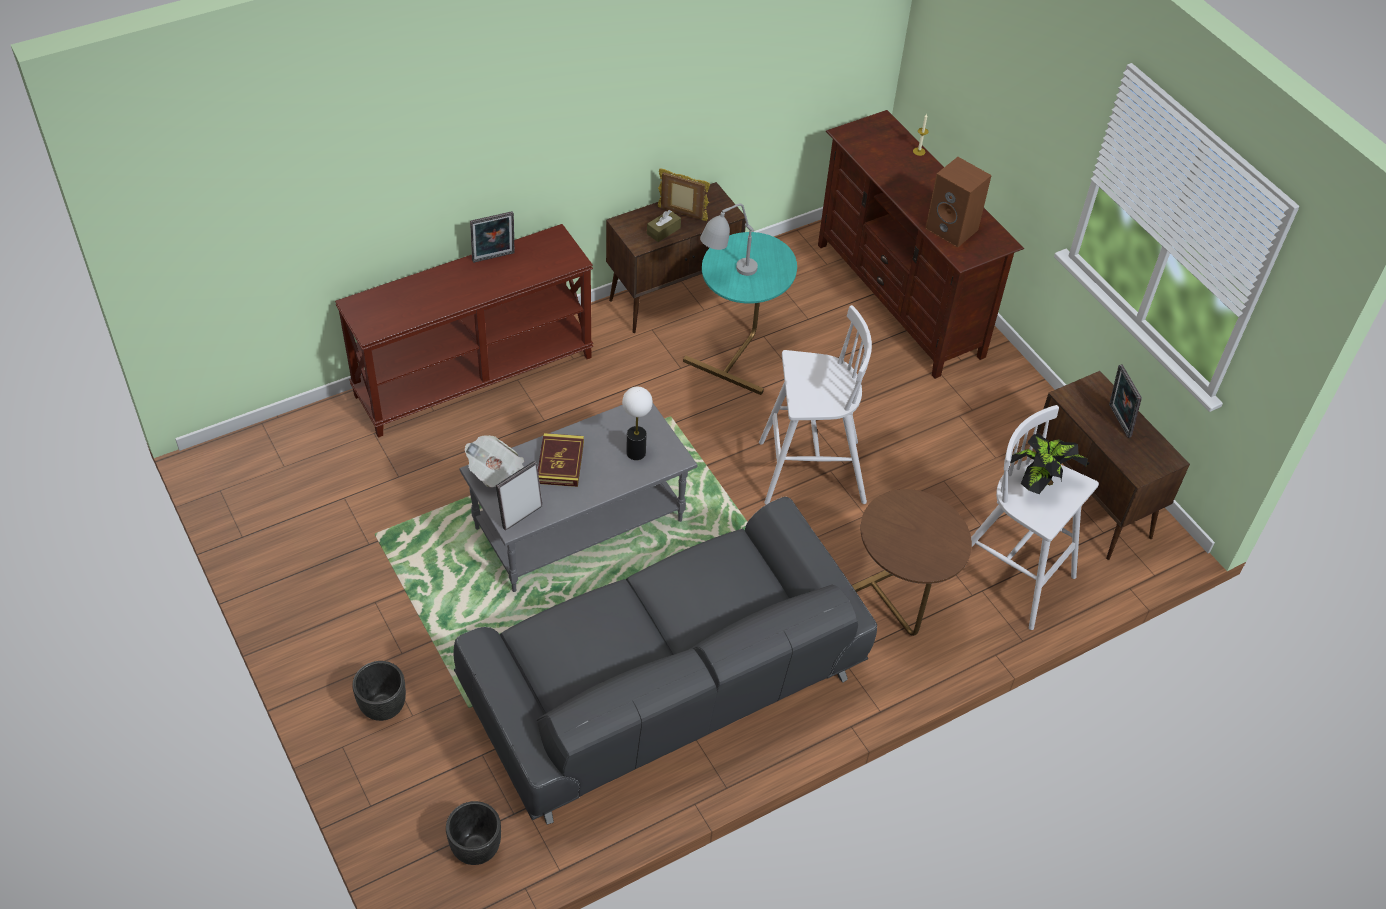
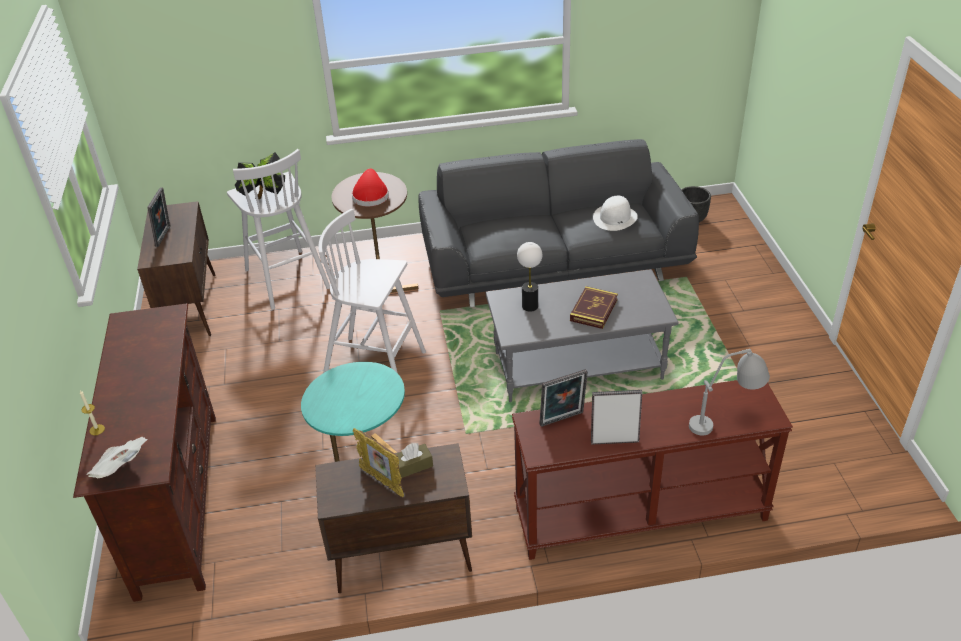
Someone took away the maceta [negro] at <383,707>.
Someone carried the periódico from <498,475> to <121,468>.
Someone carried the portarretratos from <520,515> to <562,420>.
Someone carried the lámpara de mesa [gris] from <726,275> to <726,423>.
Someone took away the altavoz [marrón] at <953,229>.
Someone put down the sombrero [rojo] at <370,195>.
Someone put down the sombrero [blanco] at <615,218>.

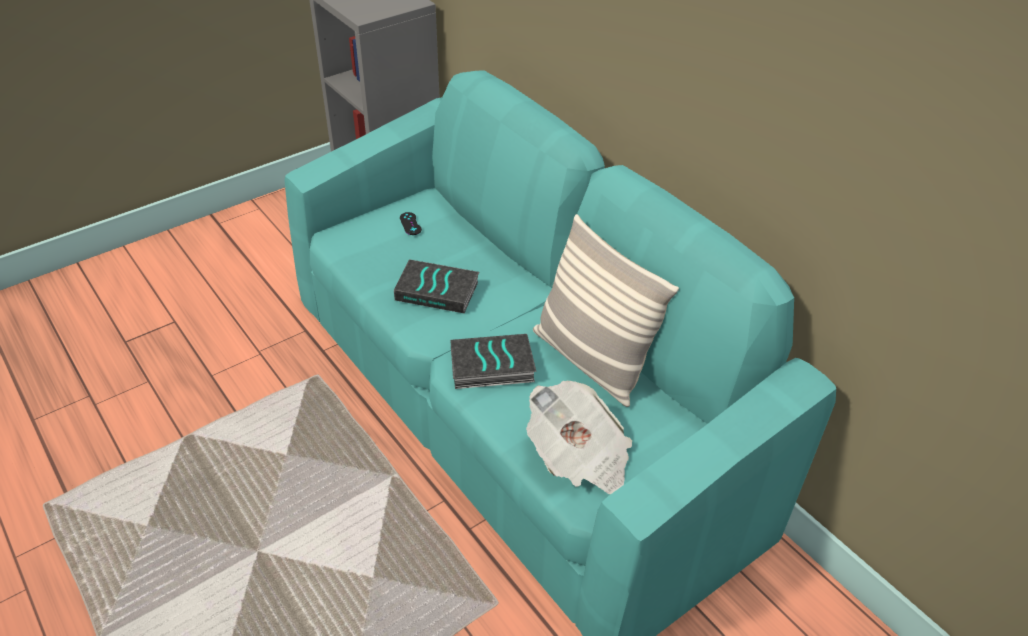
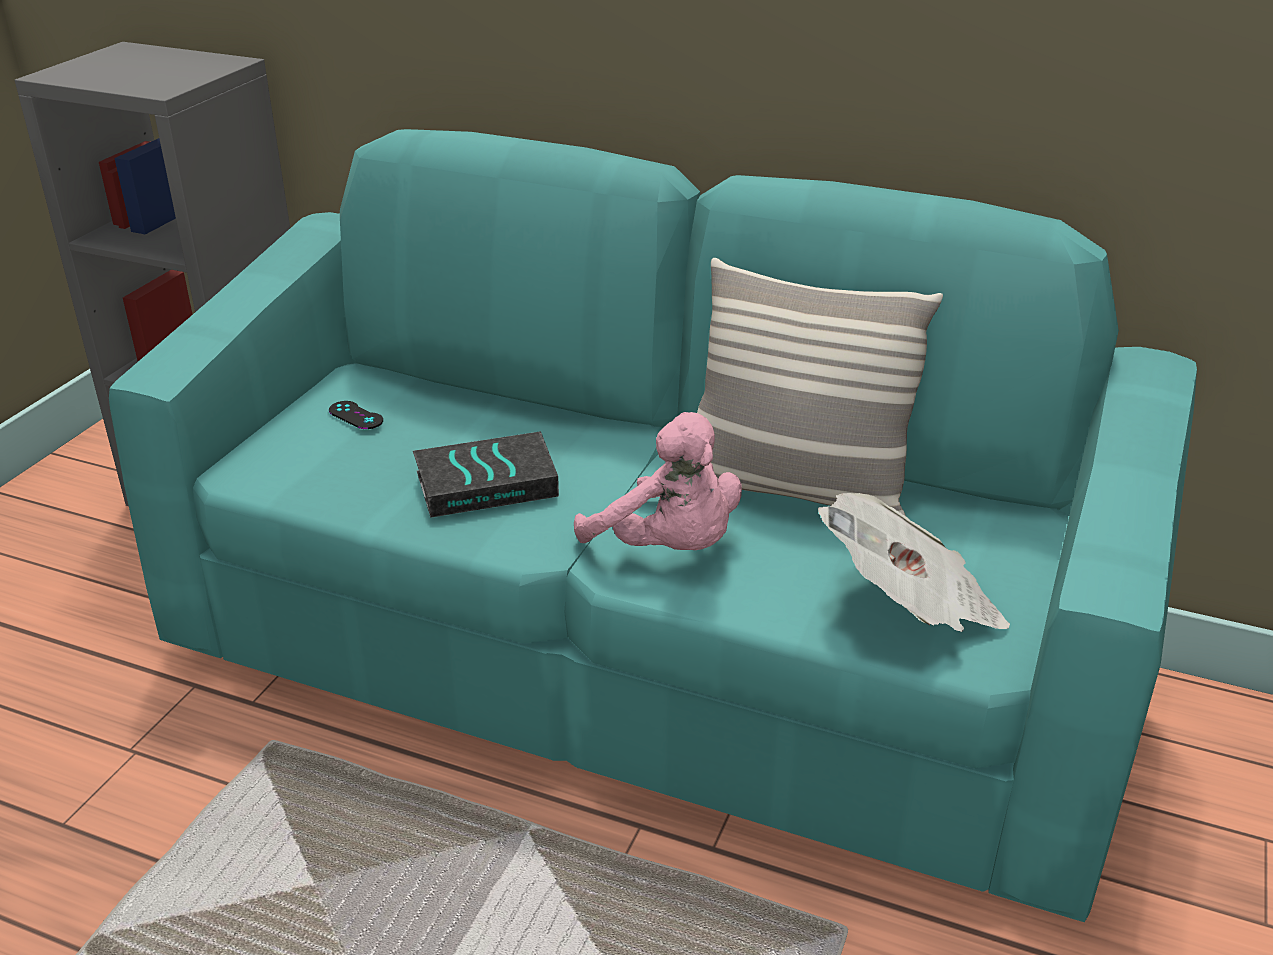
Someone swapped the libro at <491,367> for the peluche [rosa] at <668,548>.

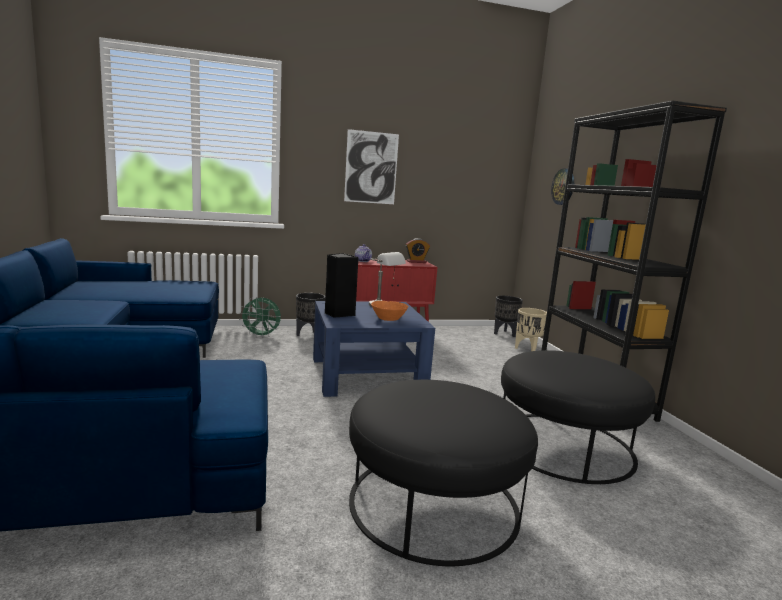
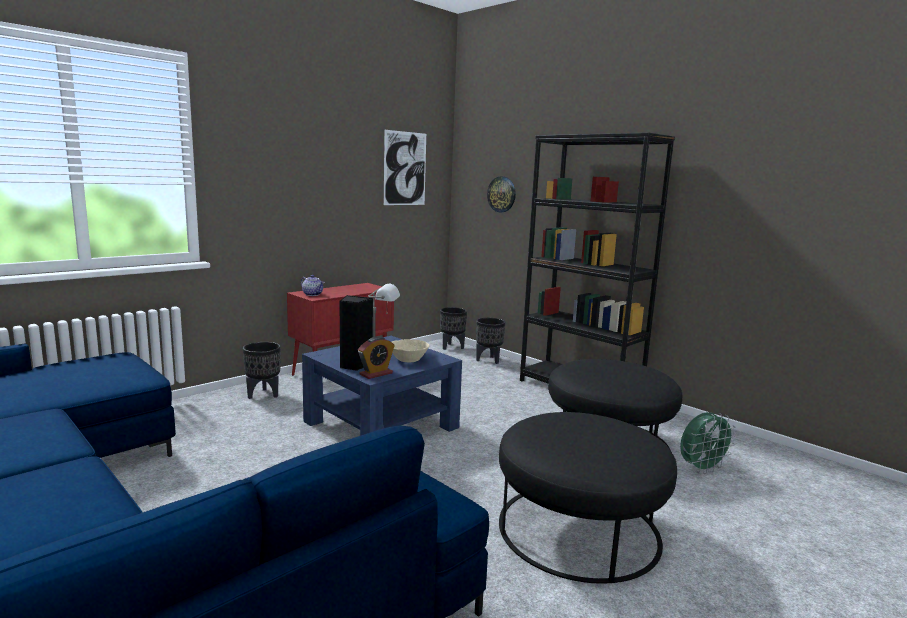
Someone carried the ventilador [verde] from <261,336> to <701,469>.
Someone carried the cuadro from <371,167> to <405,168>.
Someone repainted the cuenco [naranja] at <389,319>, which became the cuenco [beis] at <409,359>.
Someone carried the despertador from <416,262> to <376,374>.
Someone repainted the maceta [beis] at <527,350>, which became the maceta [negro] at <488,360>.

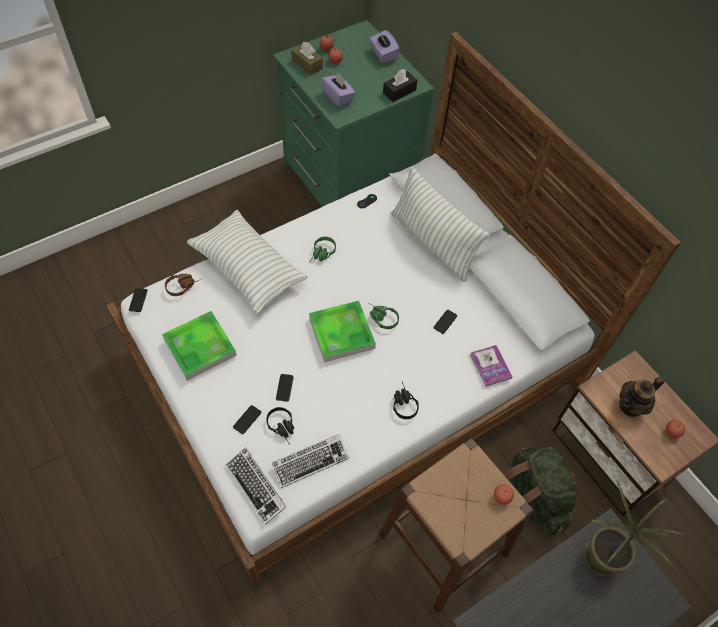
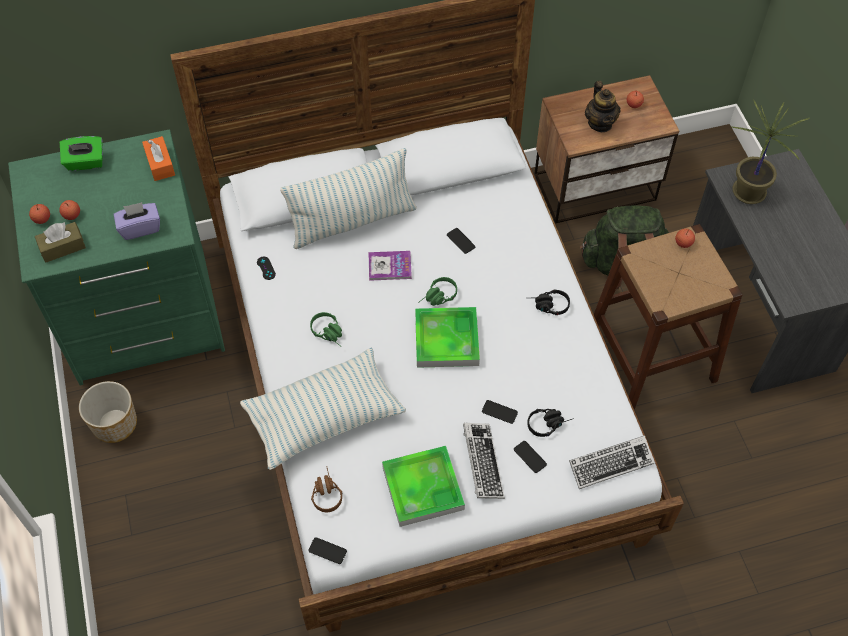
Someone carried the teclado from <310,462> to <482,463>.
Someone repainted the caja de pañuelos [morado] at <383,54>, which became the caja de pañuelos [verde] at <85,162>.
Someone repainted the caja de pañuelos [negro] at <399,91>, which became the caja de pañuelos [naranja] at <160,164>.
Someone carried the libro from <490,366> to <390,266>.
Someone put down the maceta at <114,423>.

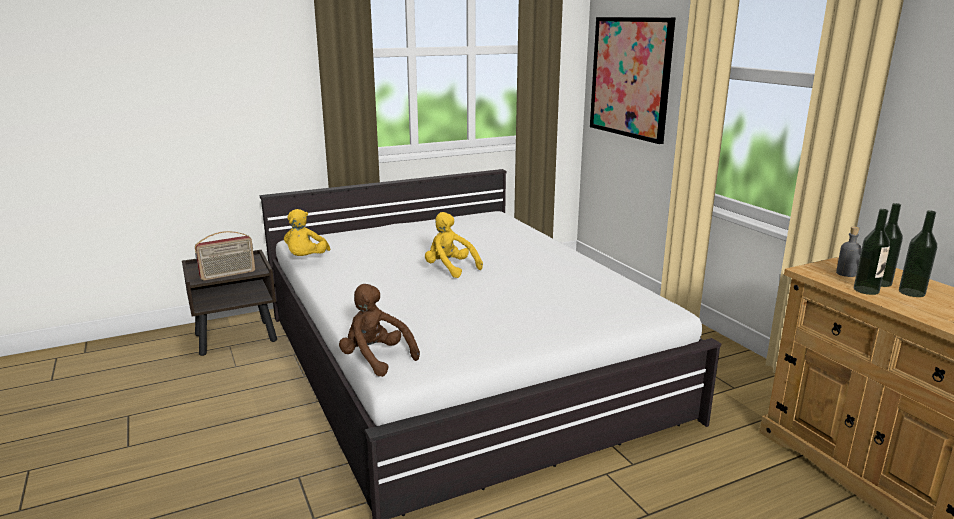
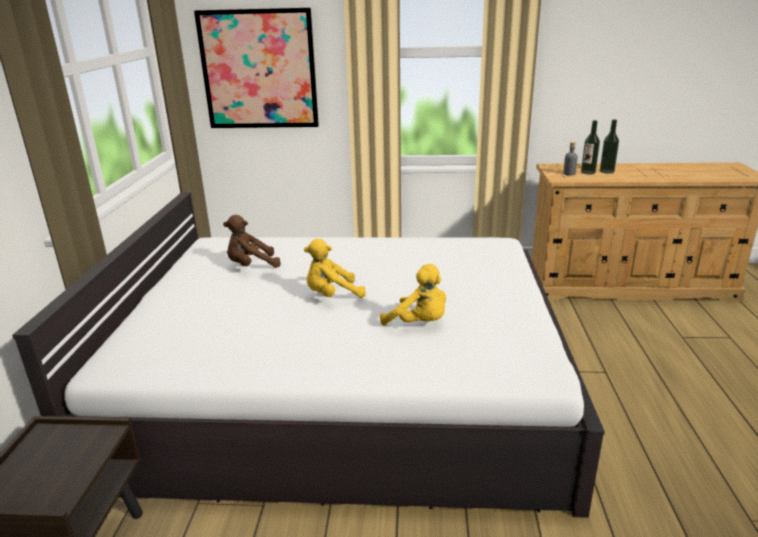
Someone took away the radio at <228,275>.
Someone carried the peluche [amarillo] from <306,259> to <419,323>.
Someone carried the peluche [marrón] from <376,359> to <251,266>.
Someone took away the botella at <866,290>.

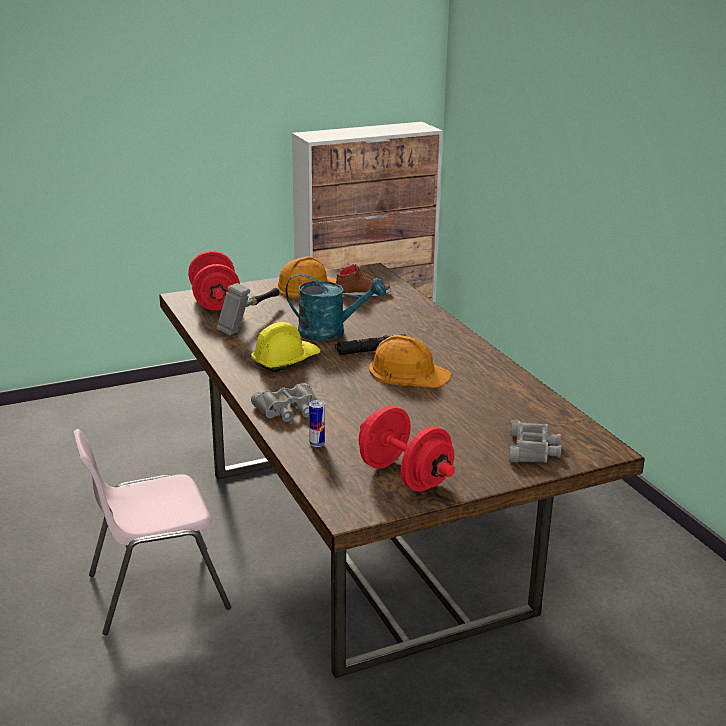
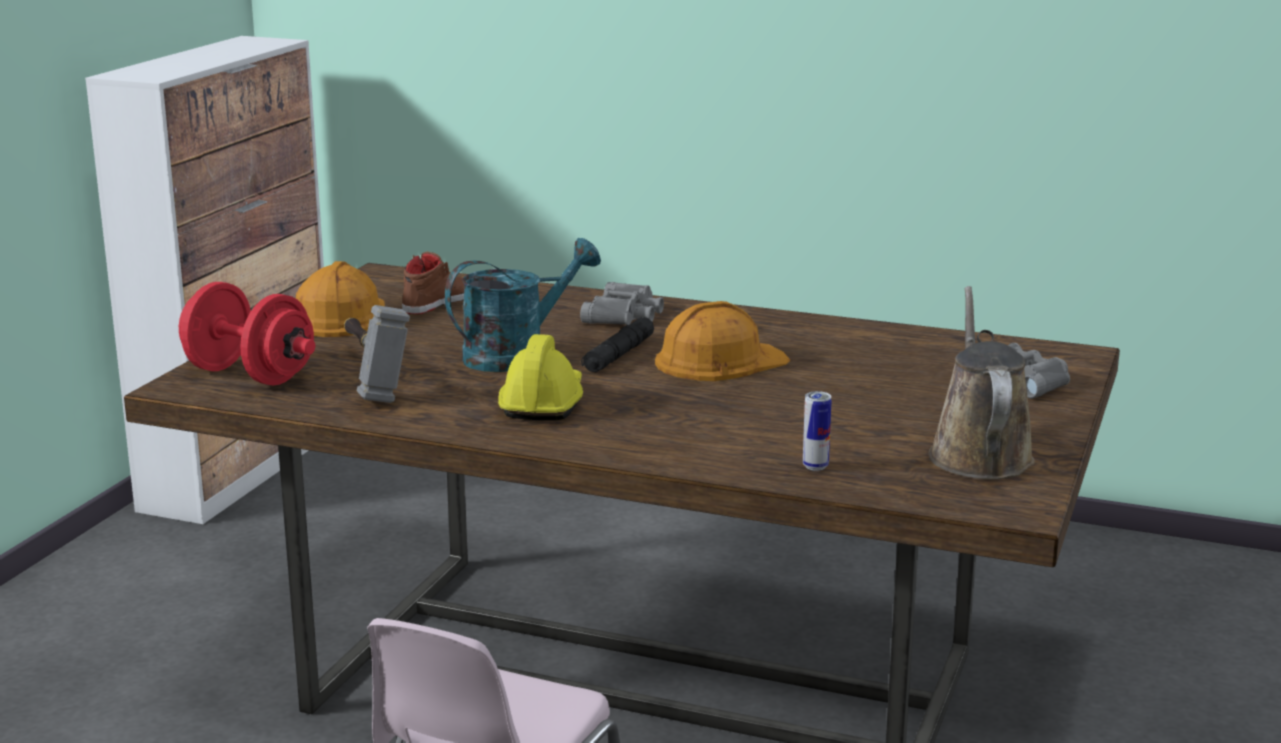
Someone carried the prismáticos [gris] from <288,409> to <624,315>.
Someone swapped the mancuerna [rojo] at <404,476> for the regadera [marrón] at <978,454>.

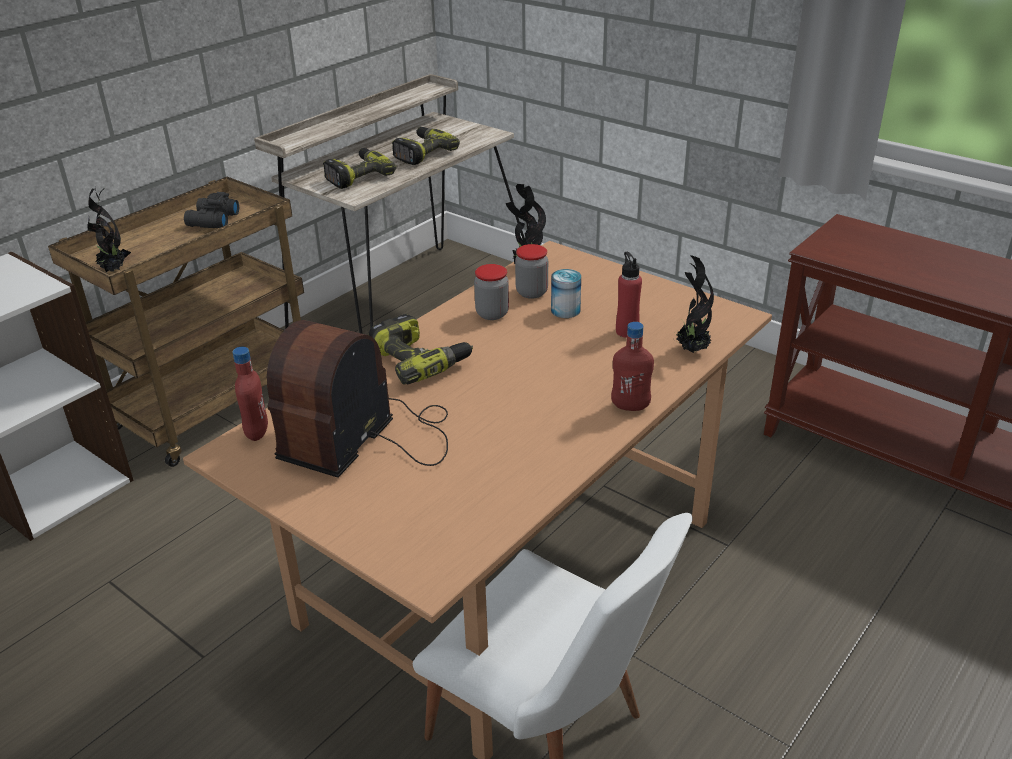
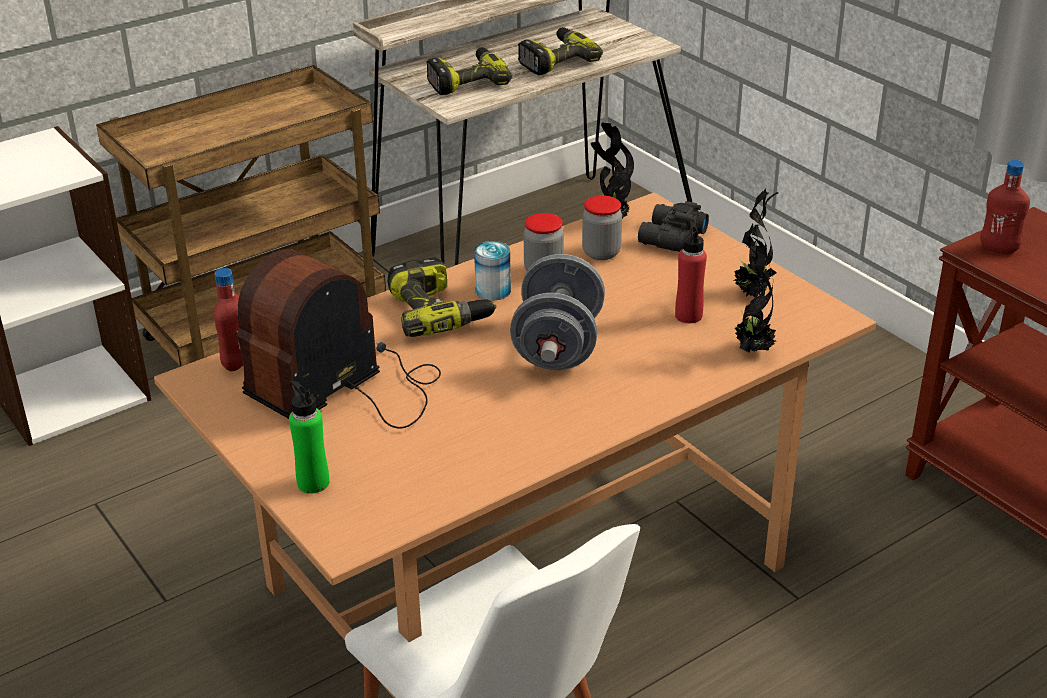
Someone carried the planta en maceta from <114,270> to <752,294>.
Someone carried the prismáticos [negro] from <211,221> to <670,238>.
Someone carried the lata from <565,310> to <493,291>.
Someone carried the botella [rojo] from <630,406> to <998,249>.
Someone put down the botella [verde] at <313,483>.
Someone put down the mancuerna [gris] at <558,346>.

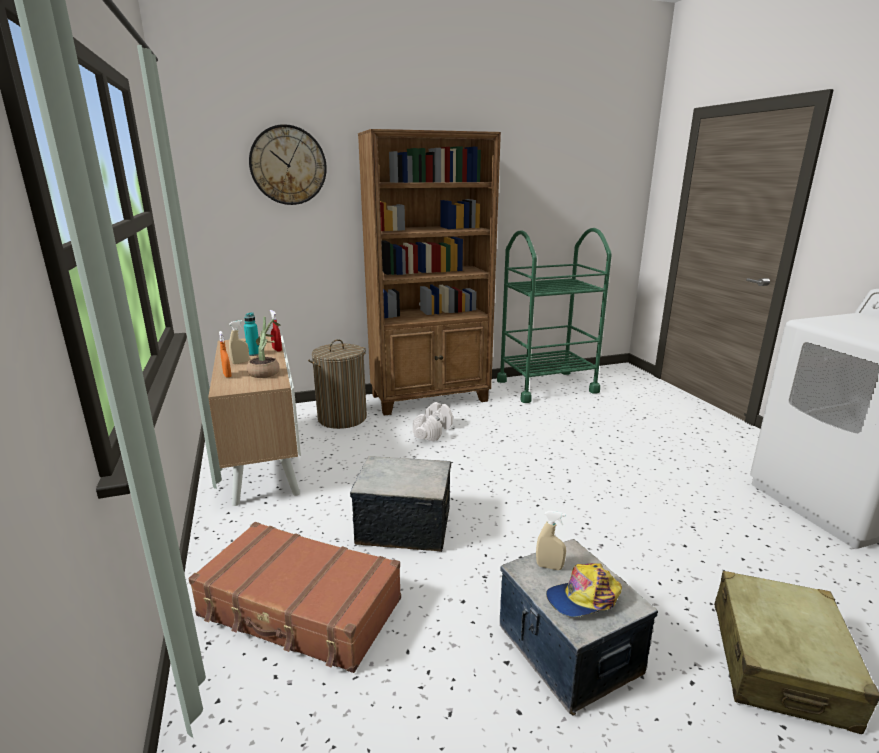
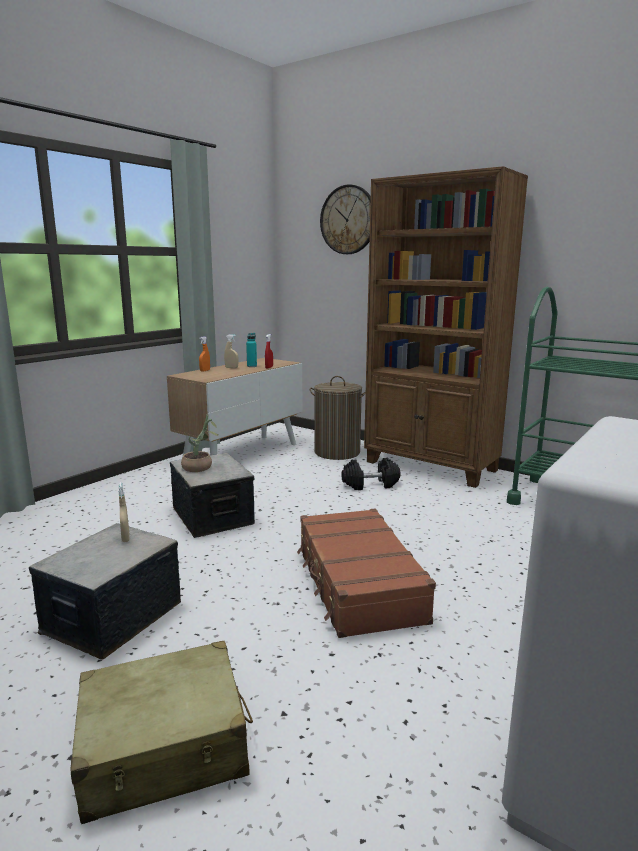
Someone carried the maleta [marrón] from <300,609> to <358,584>.
Someone carried the planta en maceta from <266,372> to <201,467>.
Someone repainted the mancuerna [blanco] at <433,432>, which became the mancuerna [negro] at <370,485>.
Someone took away the gorra at <583,598>.

